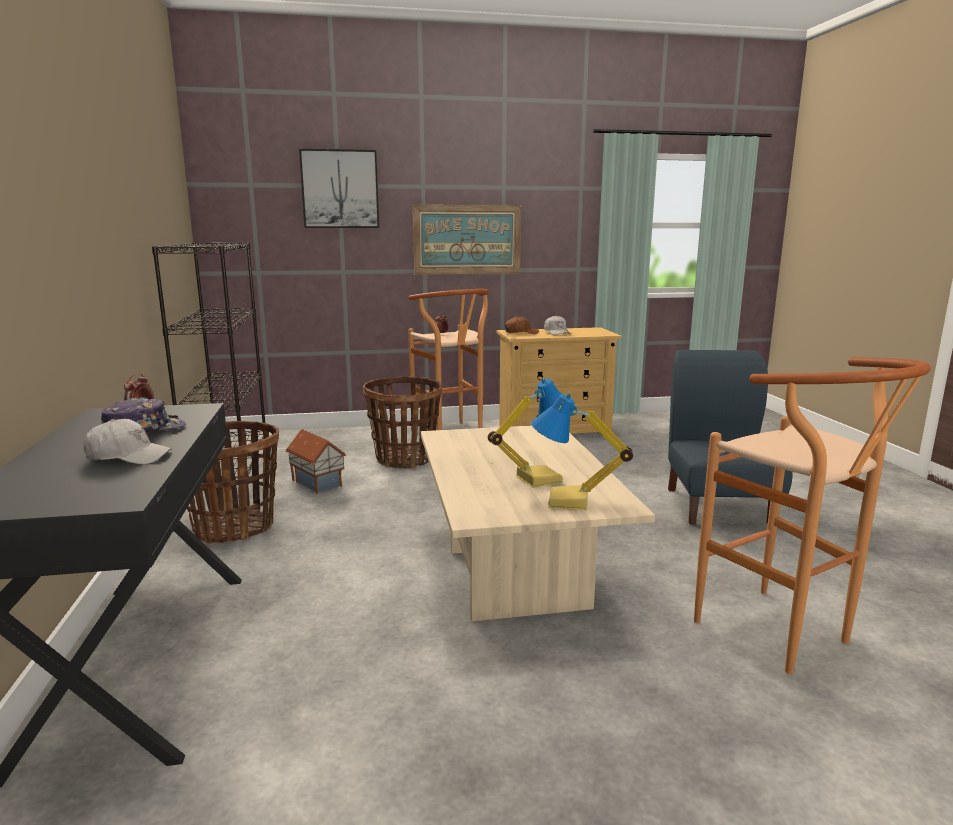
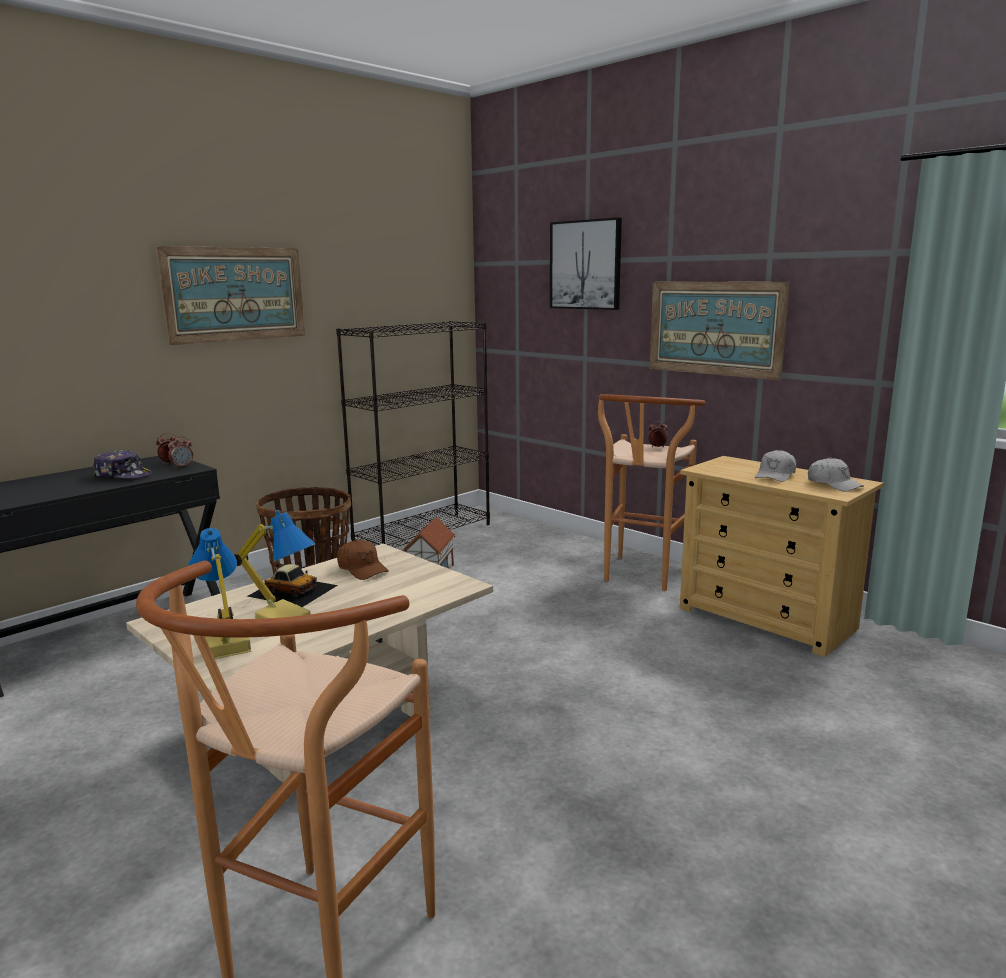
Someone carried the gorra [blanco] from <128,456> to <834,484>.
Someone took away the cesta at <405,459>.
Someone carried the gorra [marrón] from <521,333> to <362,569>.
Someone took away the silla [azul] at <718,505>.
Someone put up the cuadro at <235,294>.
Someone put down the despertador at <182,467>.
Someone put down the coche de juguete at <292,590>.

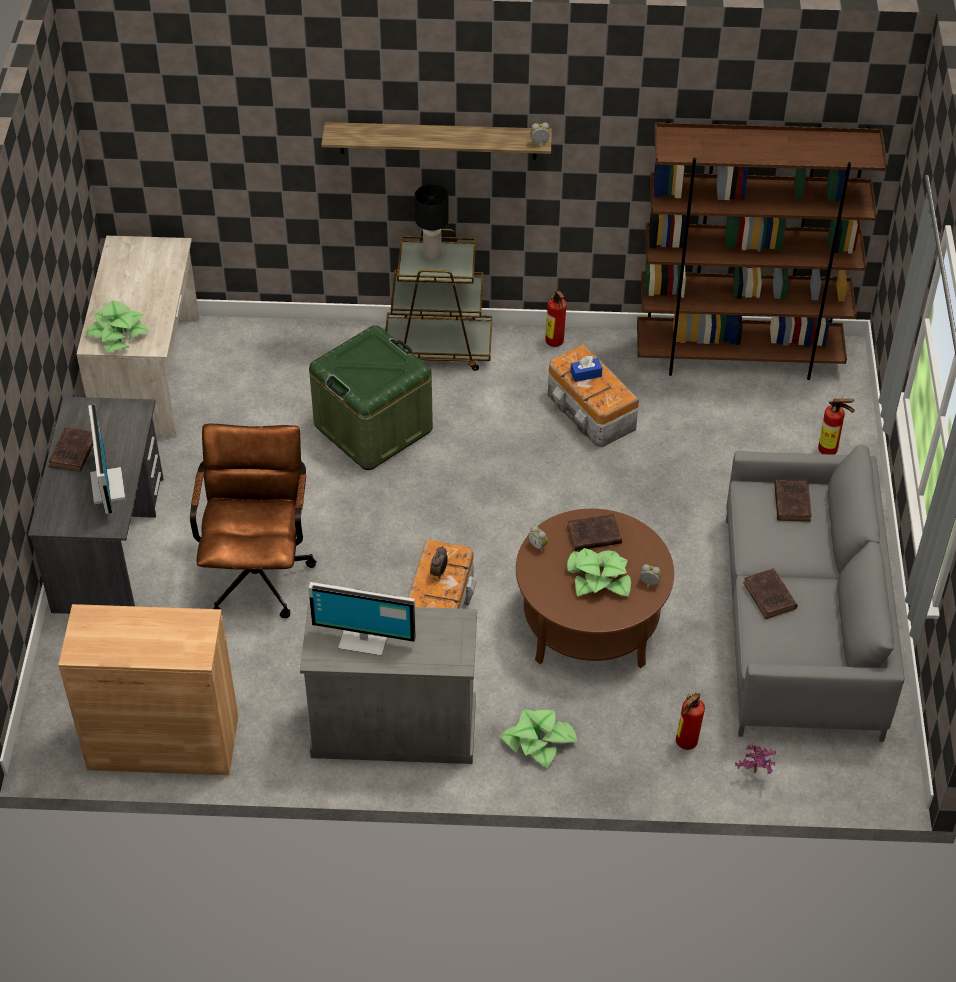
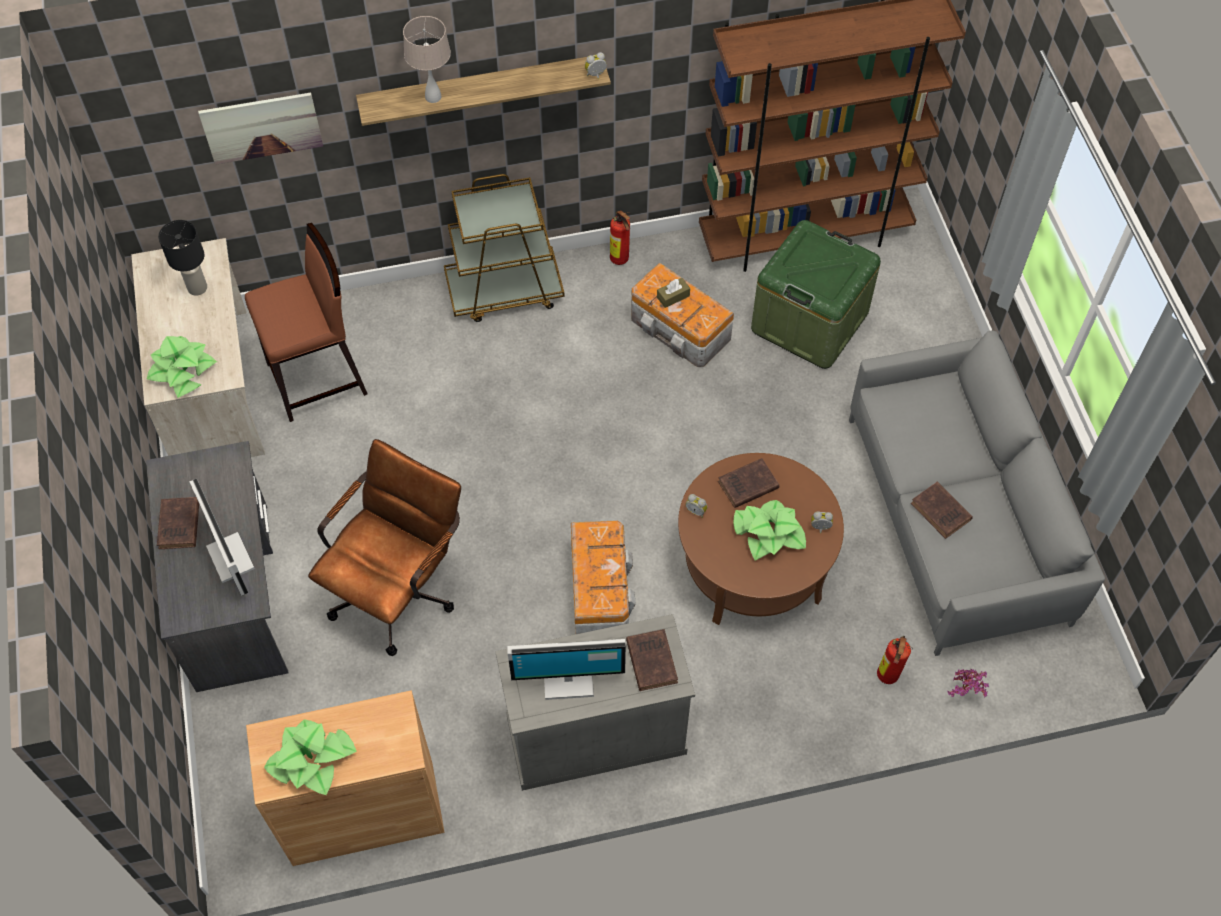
Someone rotated the silla de oficina [marrón] at <258,569> by 45 degrees clockwise.
Someone carried the caja de almacenaje [verde] from <373,427> to <809,321>.
Someone carried the lámpara de mesa [negro] from <432,254> to <197,288>.
Someone took away the despertador at <439,572>.
Someone carried the planta en maceta from <539,741> to <312,759>.
Someone repainted the caja de pañuelos [azul] at <586,374>, which became the caja de pañuelos [marrón] at <673,296>.
Someone carried the libro [marrón] from <792,502> to <651,660>.
Someone took away the extintor at <830,451>.
Someone put up the cuadro at <262,127>.
Someone put down the taburete [marrón] at <318,379>.
Someone put down the lámpara de mesa [beis] at <433,96>.

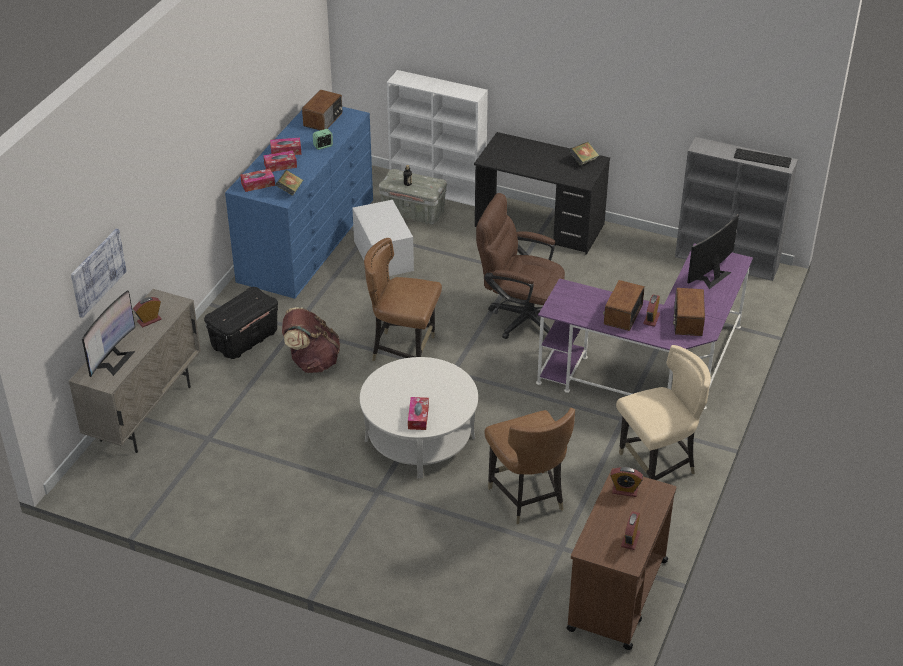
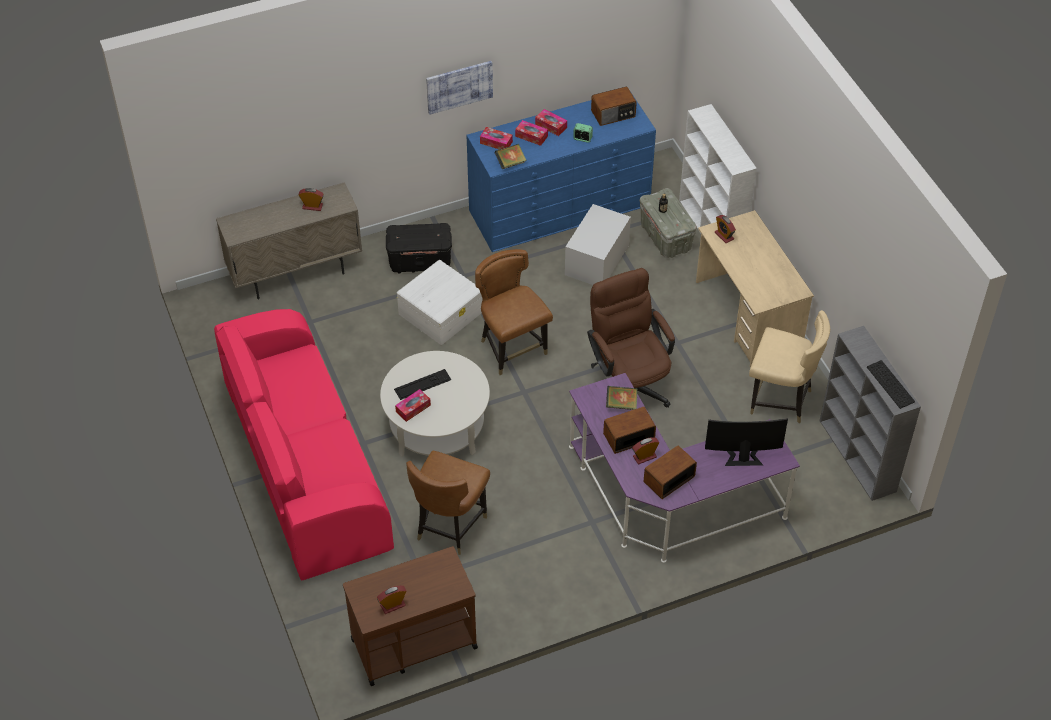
Someone carried the cuadro from <97,272> to <459,86>.
Someone took away the monitor at <113,360>.
Someone swapped the mochila [marrón] at <312,362> for the caja de almacenaje [blanco] at <441,312>.
Someone repainted the escritorio [negro] at <539,226>, which became the escritorio [beis] at <747,316>.
Someone carried the libro from <583,161> to <621,404>.
Someone carried the despertador from <625,491> to <724,236>.
Someone carried the silla [beis] from <657,466> to <780,400>.
Someone put down the sofá [rosa] at <305,466>.
Someone put down the teclado at <422,384>.

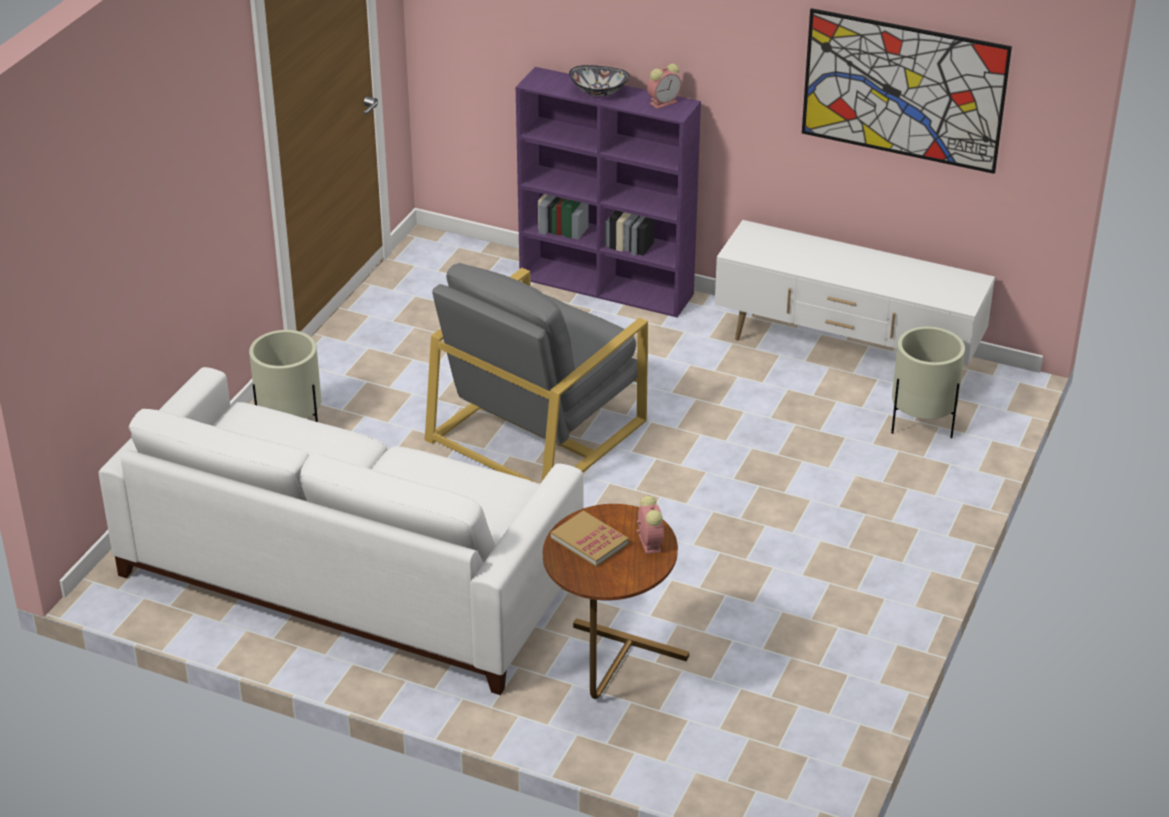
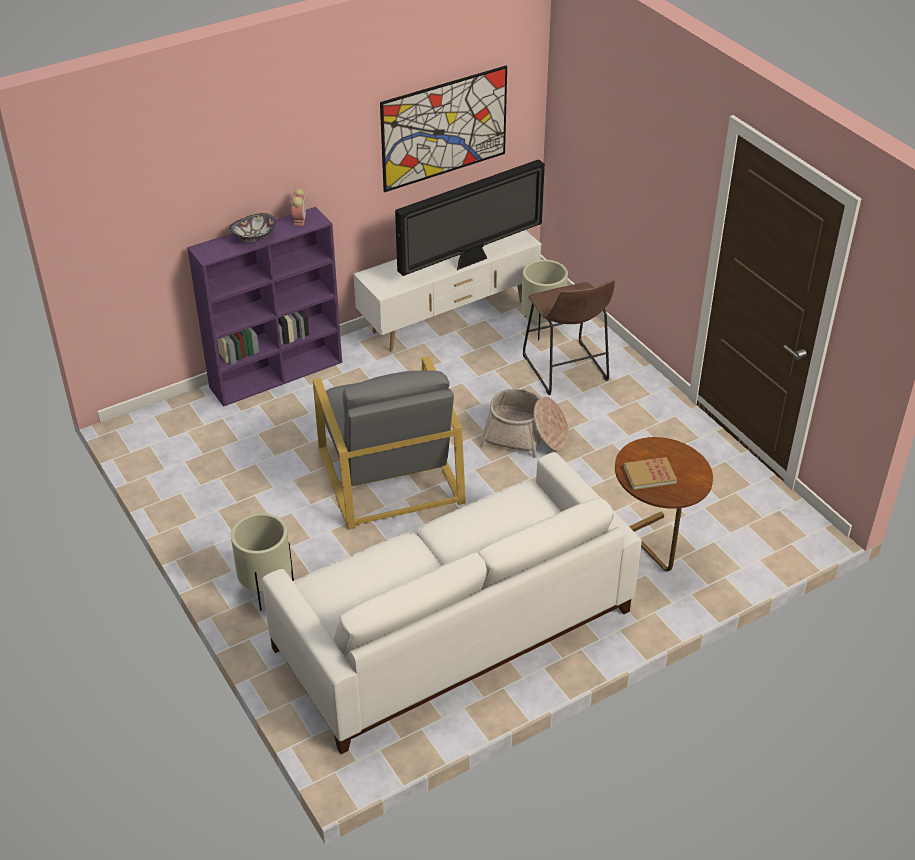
Someone took away the despertador at <649,542>.
Someone put down the televisor at <471,261>.
Someone put down the cesta at <525,436>.
Someone put down the taburete [marrón] at <566,371>.

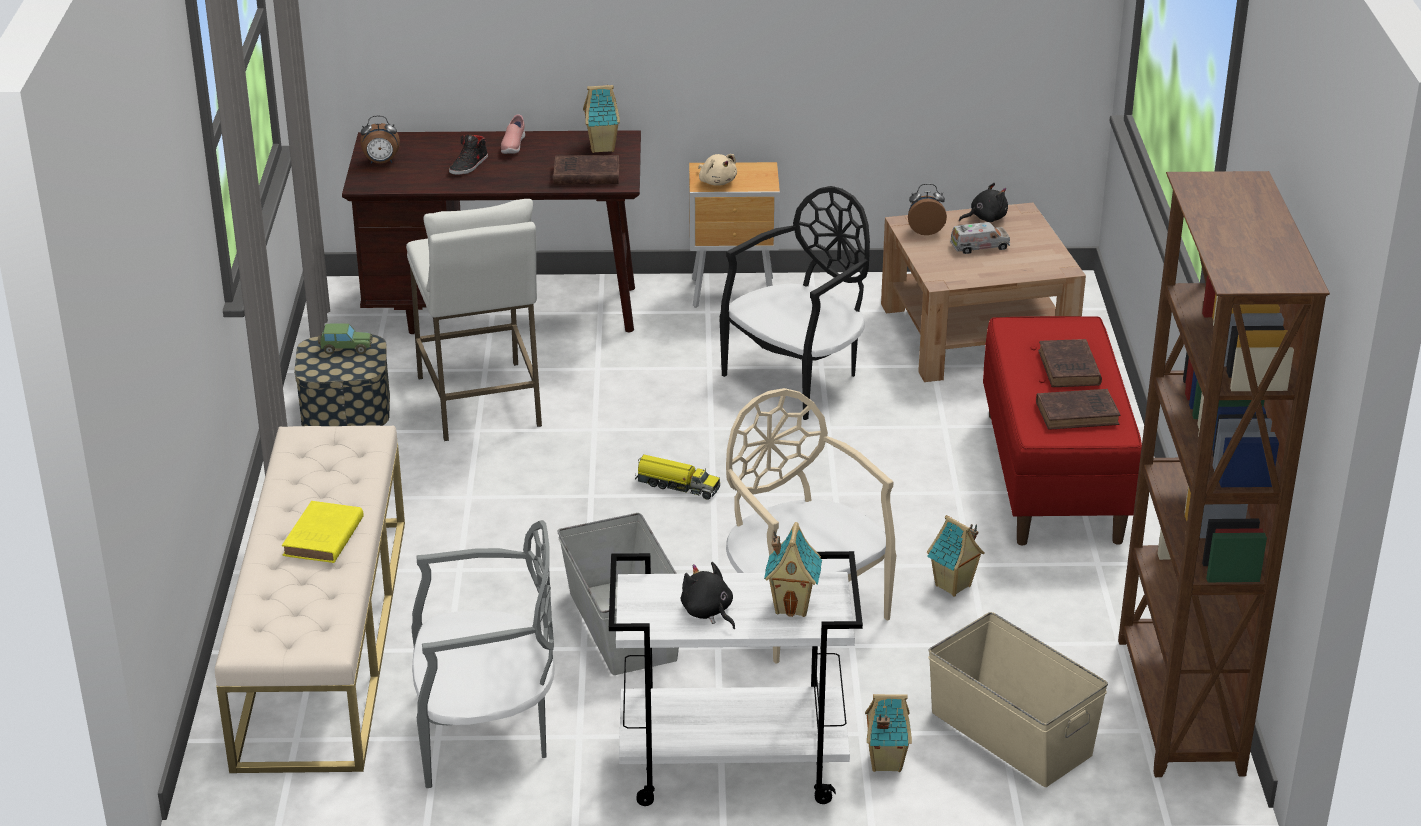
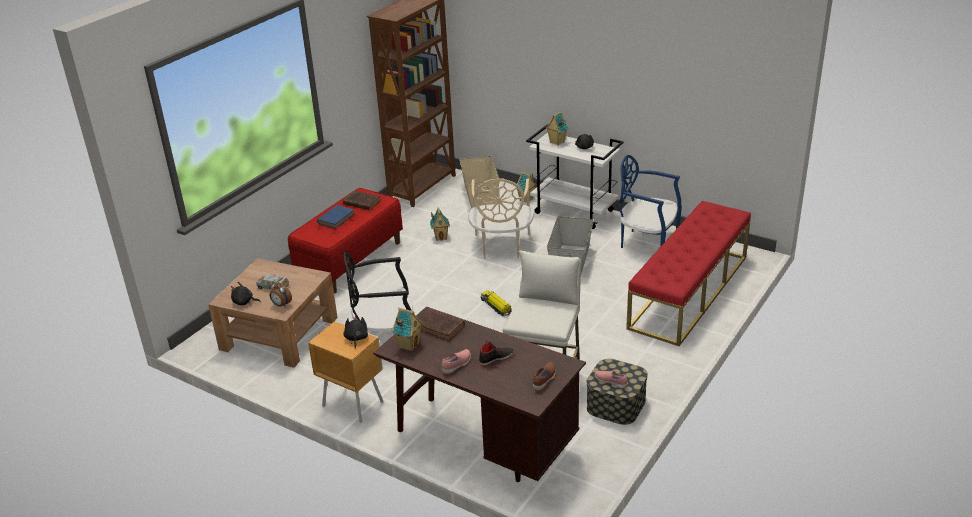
Someone repainted the banco [beis] at <323,638>, which became the banco [rojo] at <689,292>.
Someone took away the libro [amarillo] at <322,538>.
Someone swapped the coche de juguete at <346,348> for the zapato [rosa] at <610,382>.
Someone swapped the despertador at <381,162> for the zapato [marrón] at <544,380>.
Someone repainted the silla [gris] at <486,734>, which became the silla [azul] at <647,243>.
Someone repainted the peluche [beis] at <717,182>, which became the peluche [negro] at <356,338>.
Someone repainted the libro [marrón] at <1069,369>, which became the libro [azul] at <336,218>.

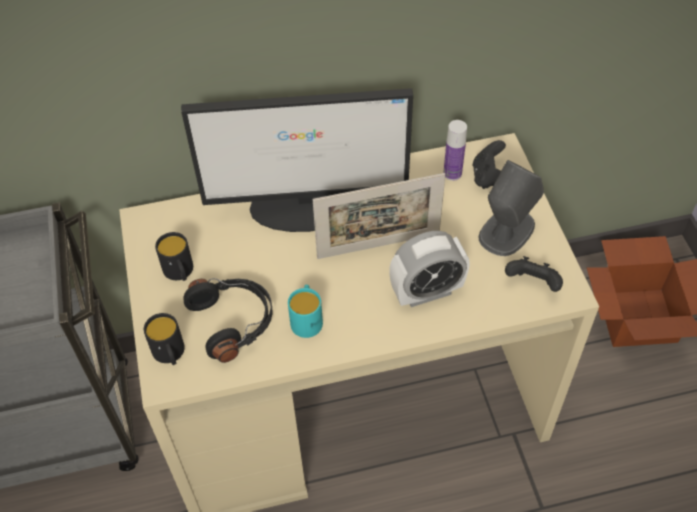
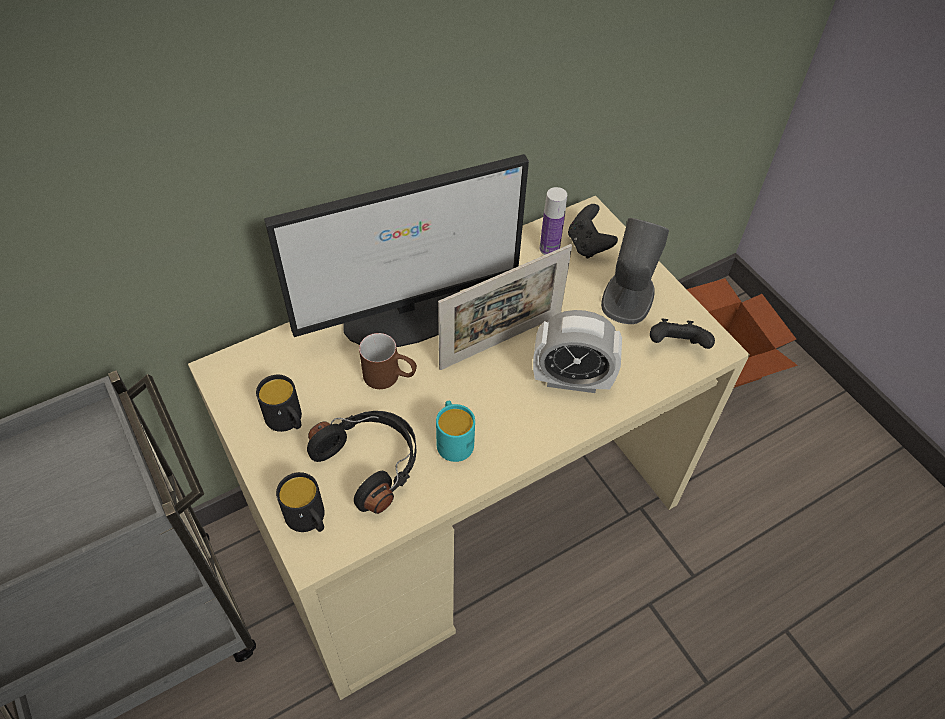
Someone rotated the despertador at <427,292> by 45 degrees clockwise.
Someone put down the taza grande [marrón] at <390,377>.

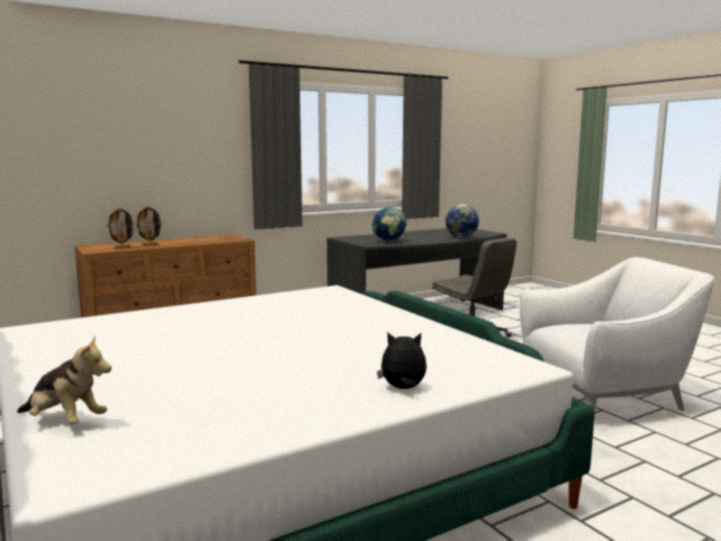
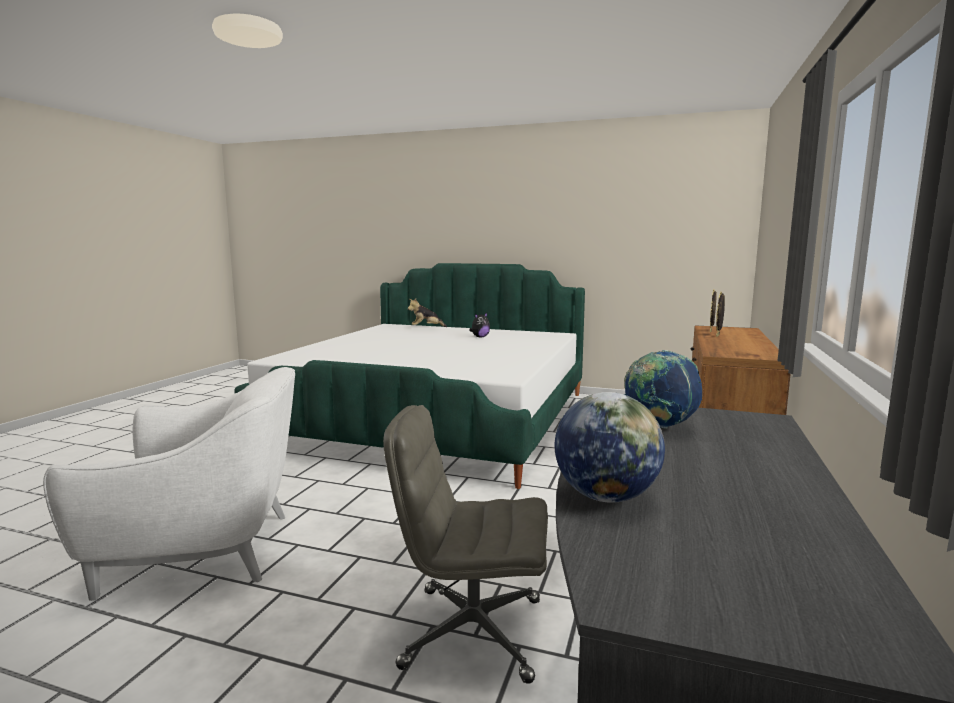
Someone carried the peluche from <403,389> to <480,337>.
Someone rotated the sillón [blanco] at <605,396> by 135 degrees counterclockwise.

